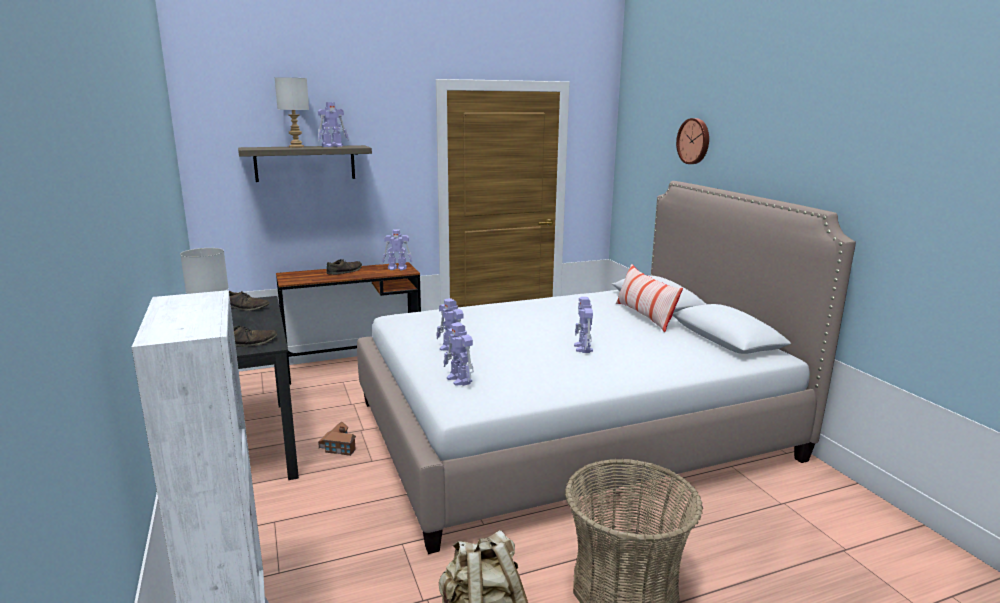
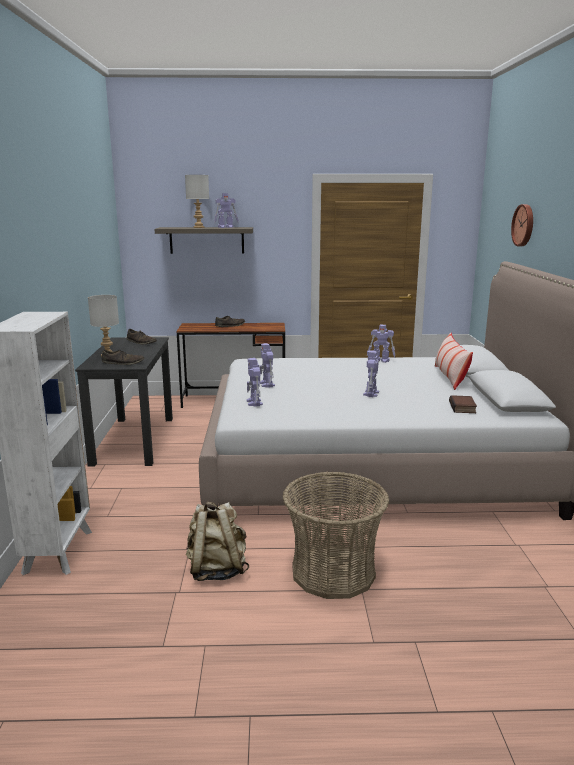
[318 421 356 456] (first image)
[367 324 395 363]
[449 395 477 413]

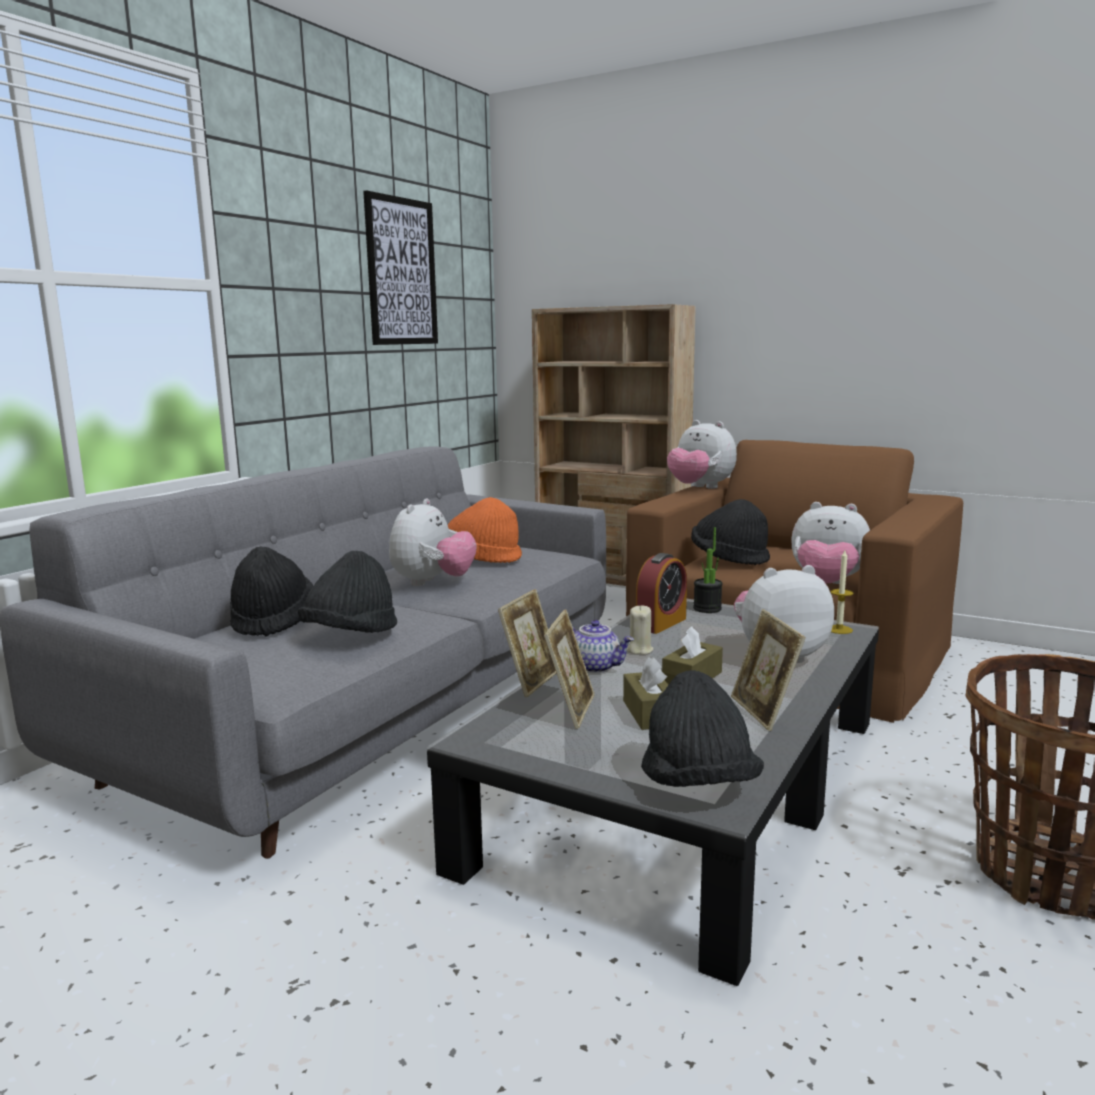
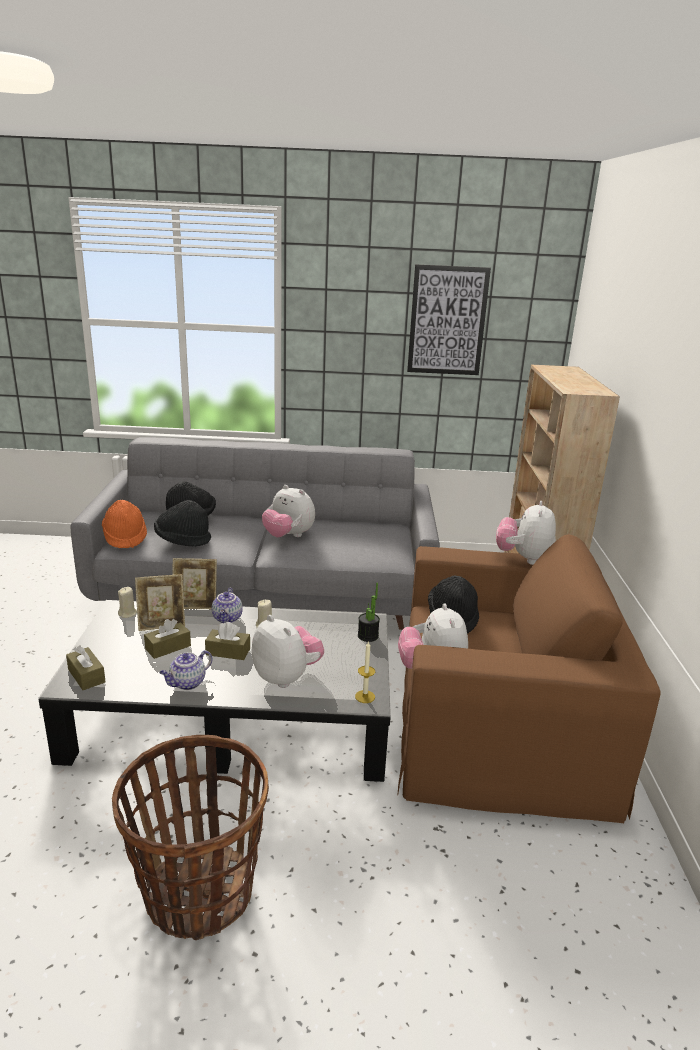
[262 485 315 537]
[102 500 147 548]
[636 553 687 634] (first image)
[66 645 106 690]
[160 650 213 690]
[118 587 137 618]

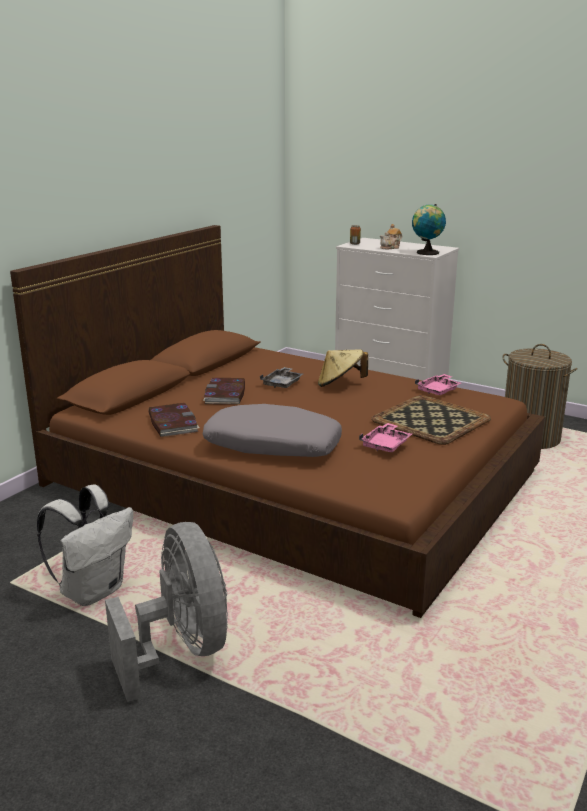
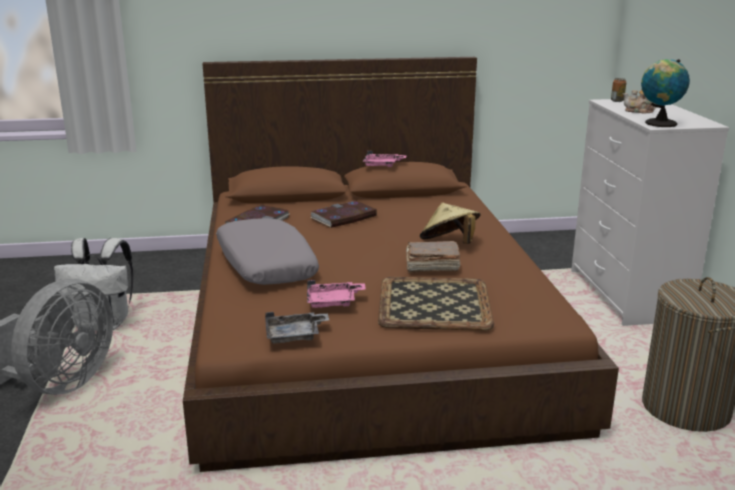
[265 312 329 343]
[363 151 407 167]
[406 241 460 273]

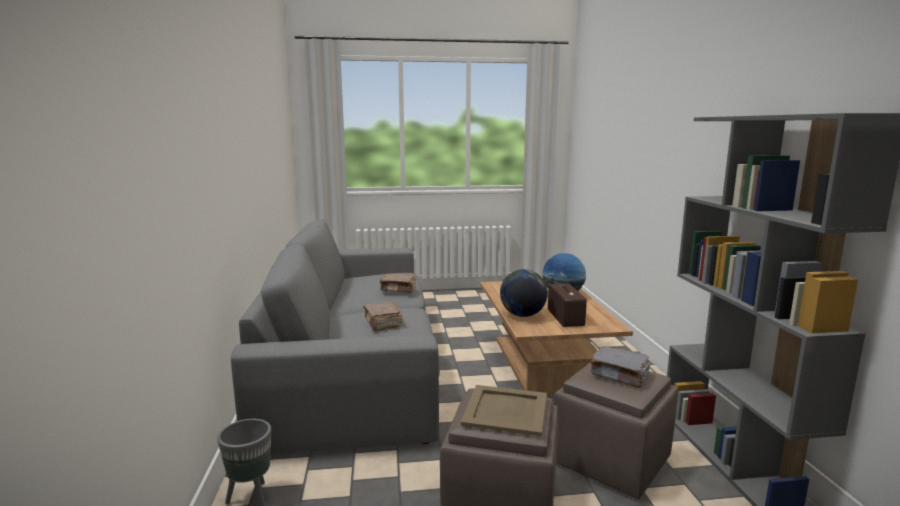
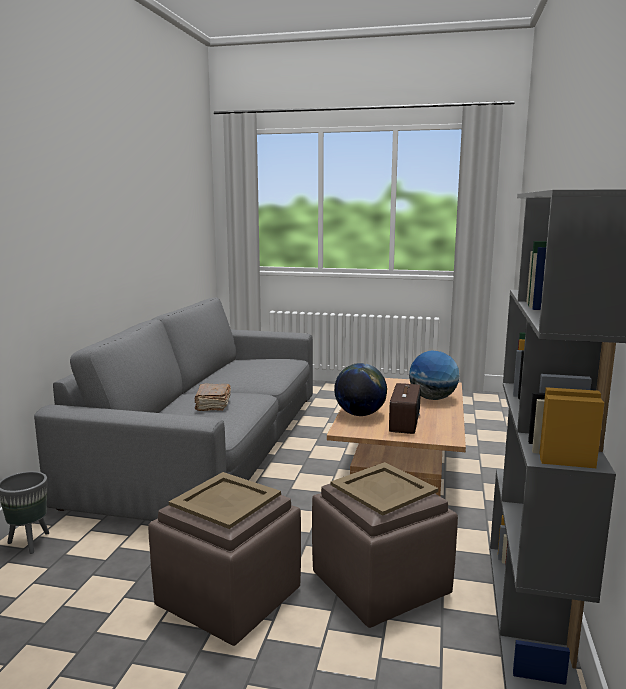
[380 273 416 293] (first image)
[330 462 438 516]

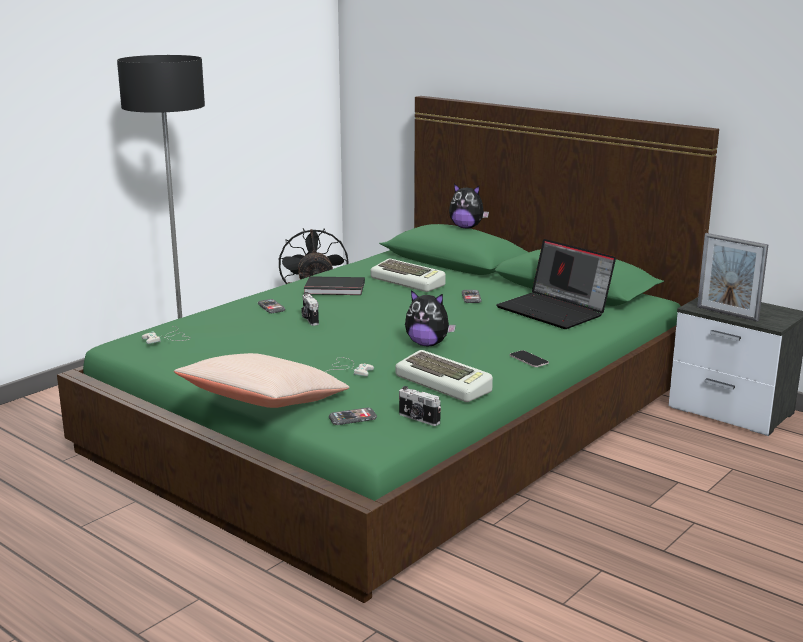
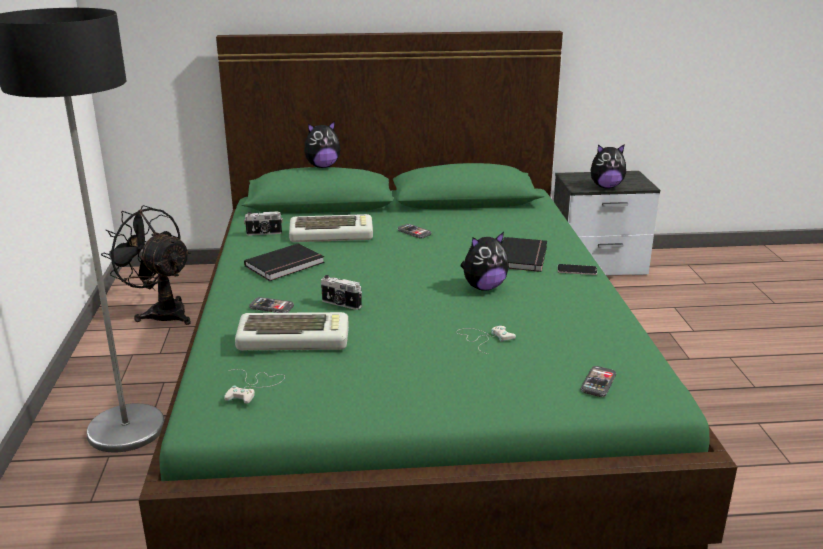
[174 353 349 408] (first image)
[235 312 349 350]
[244 211 283 236]
[496 239 616 329] (first image)
[591 144 626 188]
[502 237 547 272]

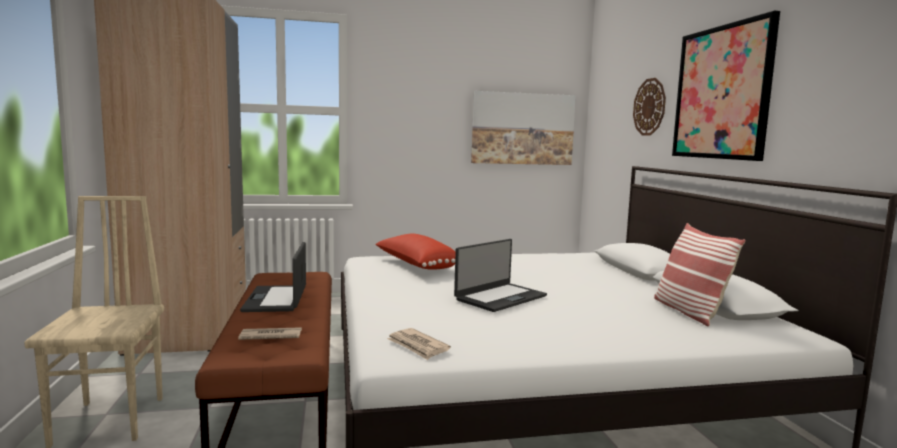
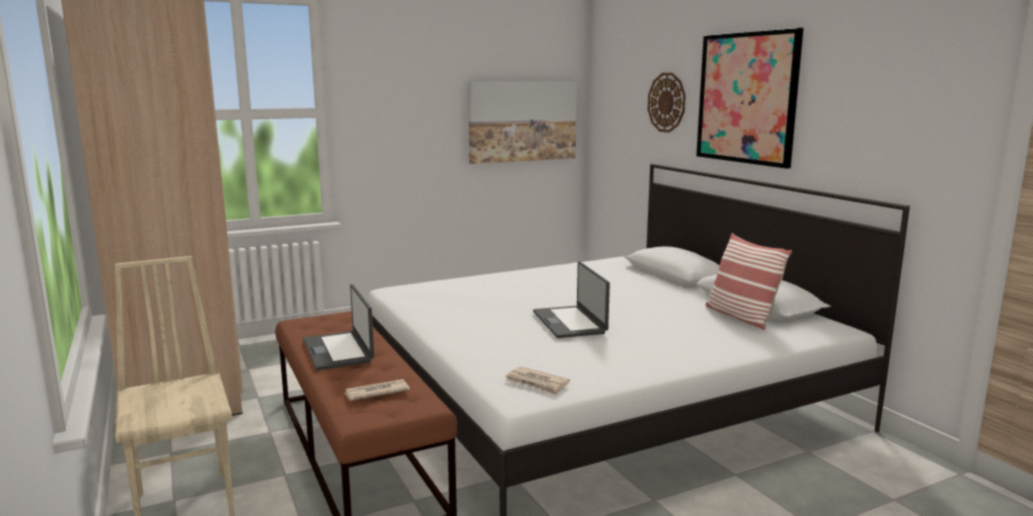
[375 234 455 270] (first image)
[533 261 610 338]

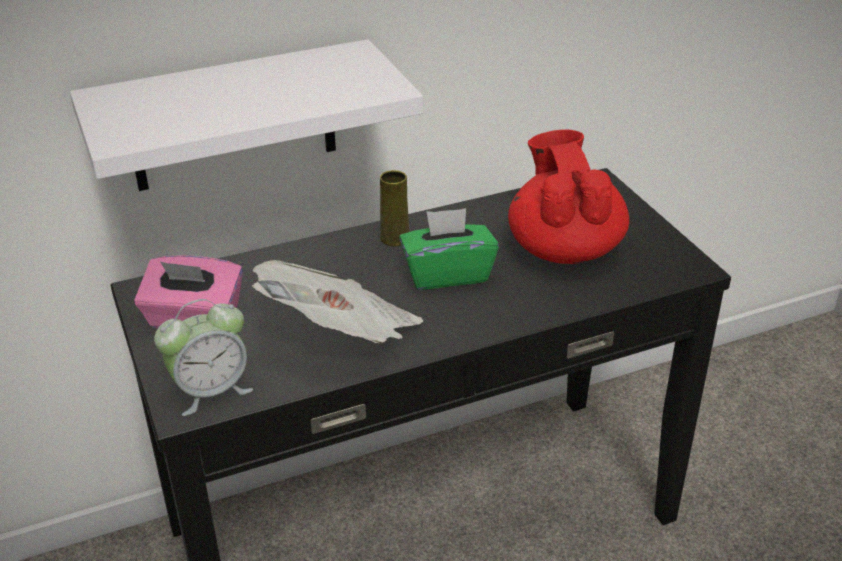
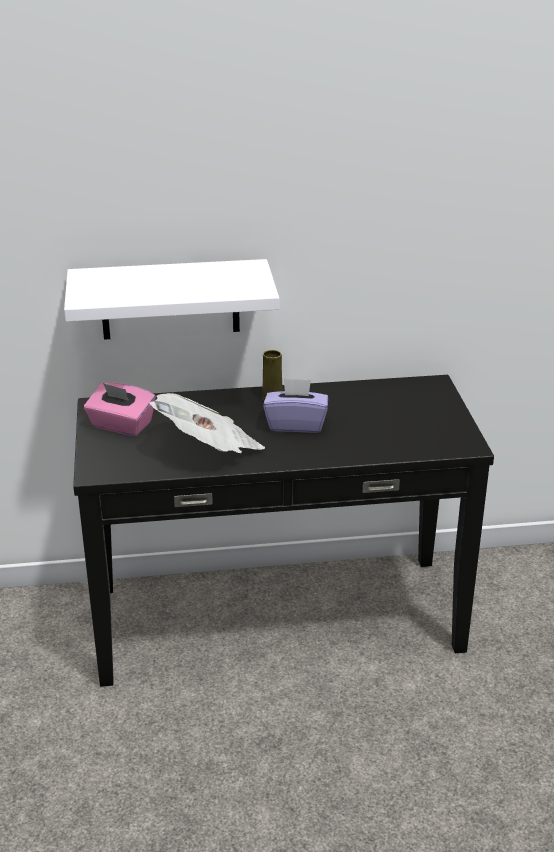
[154 299 253 416] (first image)
[263 378 328 433]
[508 129 629 264] (first image)

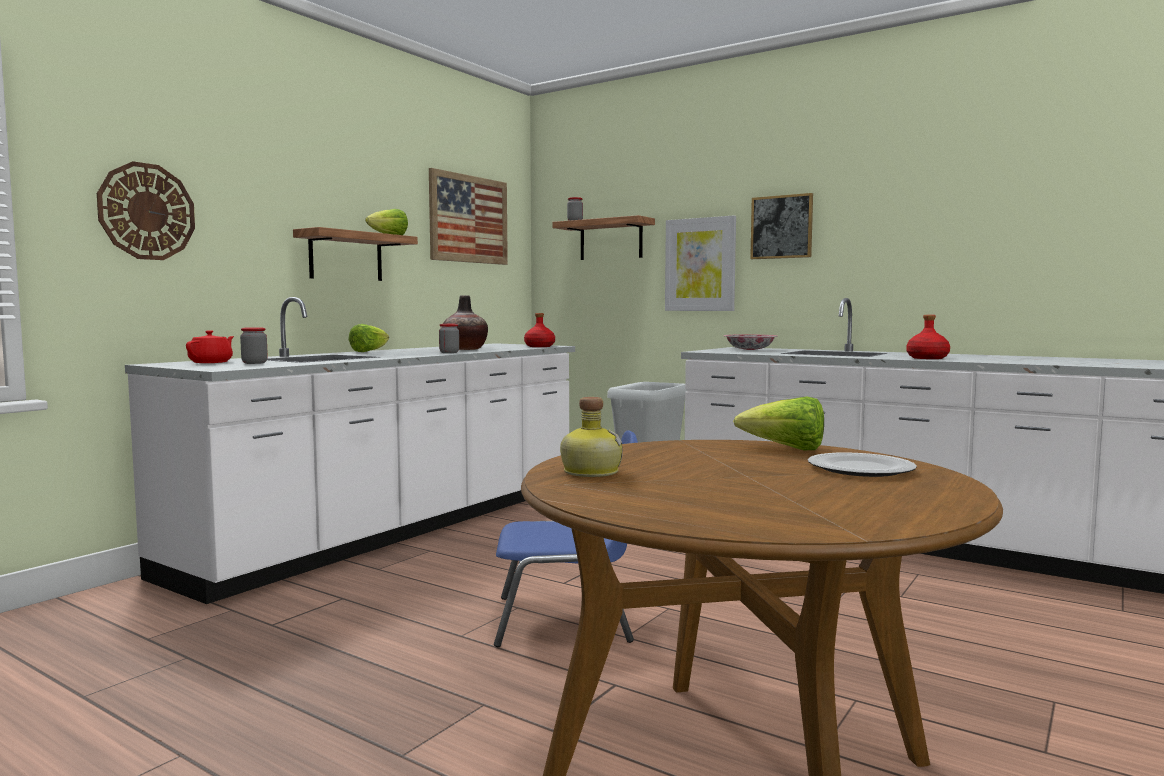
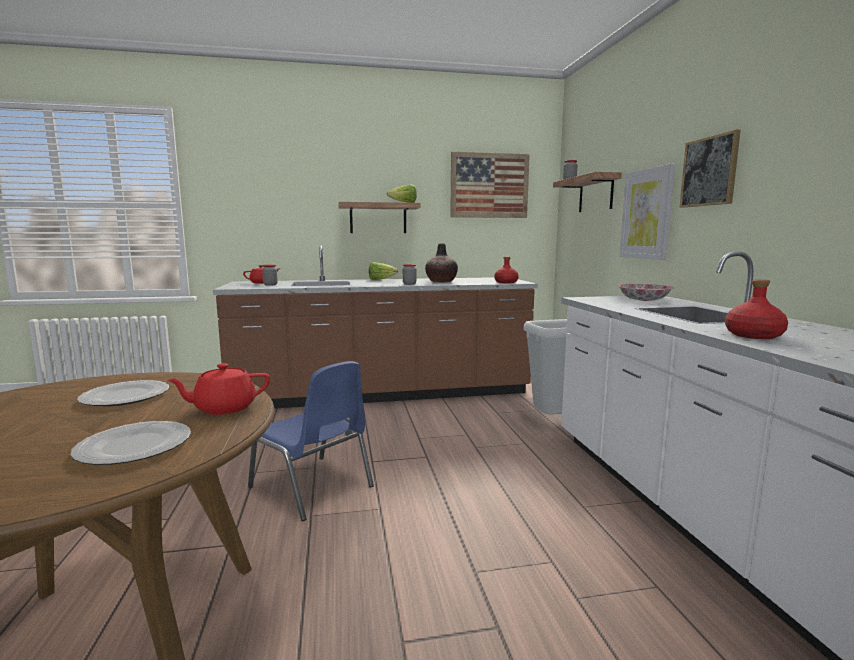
[97 161 195 260] (first image)
[213 246 538 409]
[560 397 623 477] (first image)
[166 363 270 415]
[77 380 169 406]

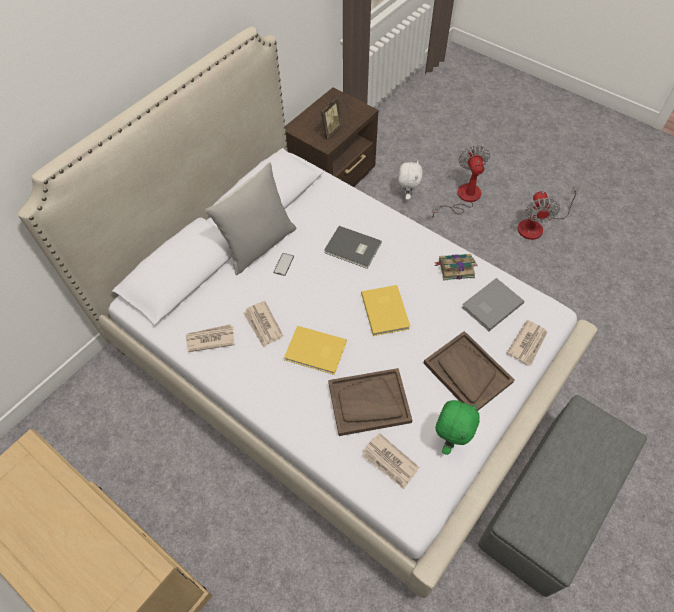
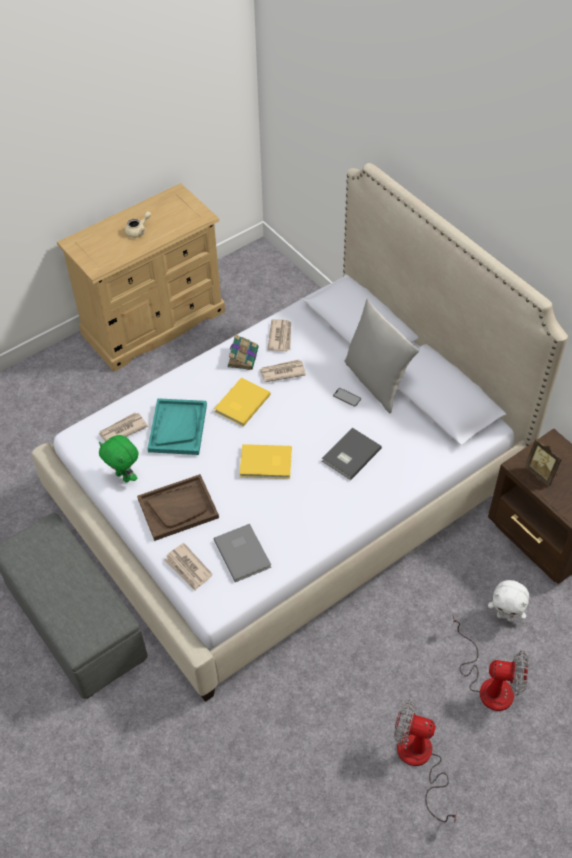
[147 398 207 455]
[228 334 259 370]
[125 211 151 238]

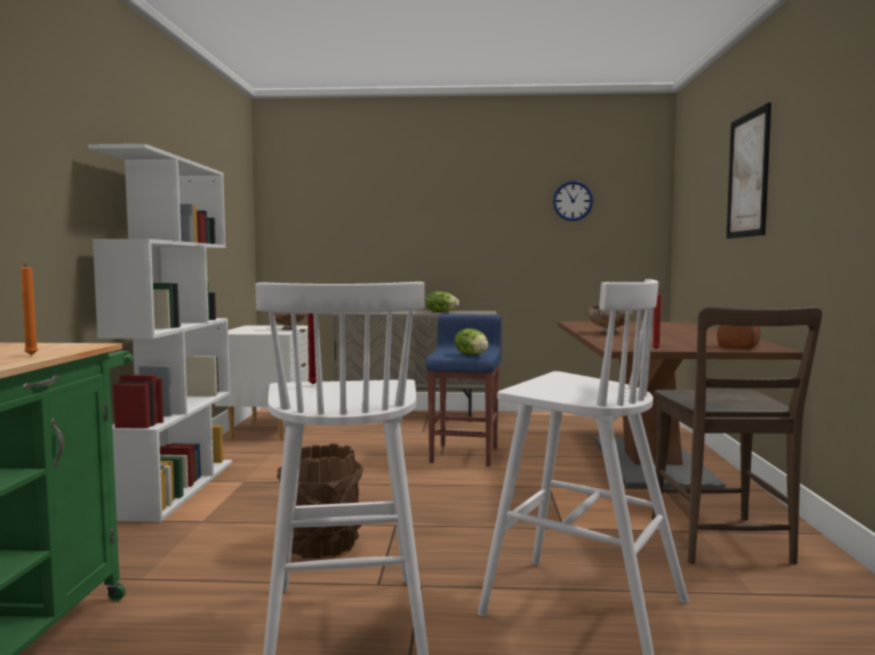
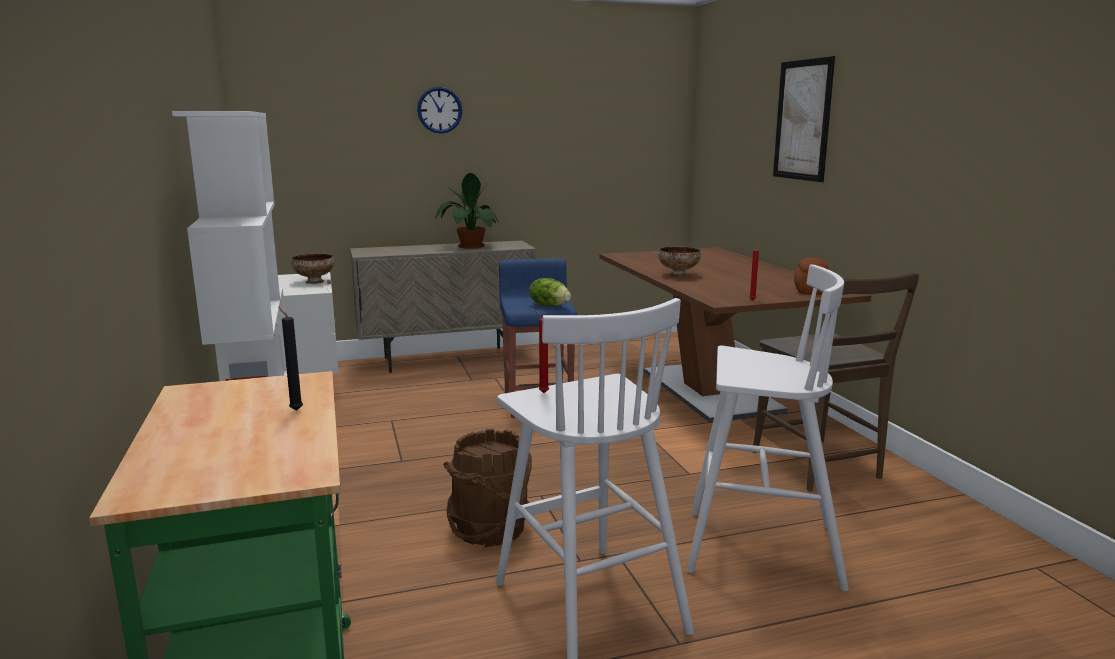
[278 306 303 411]
[435 173 499 249]
[417 87 462 134]

